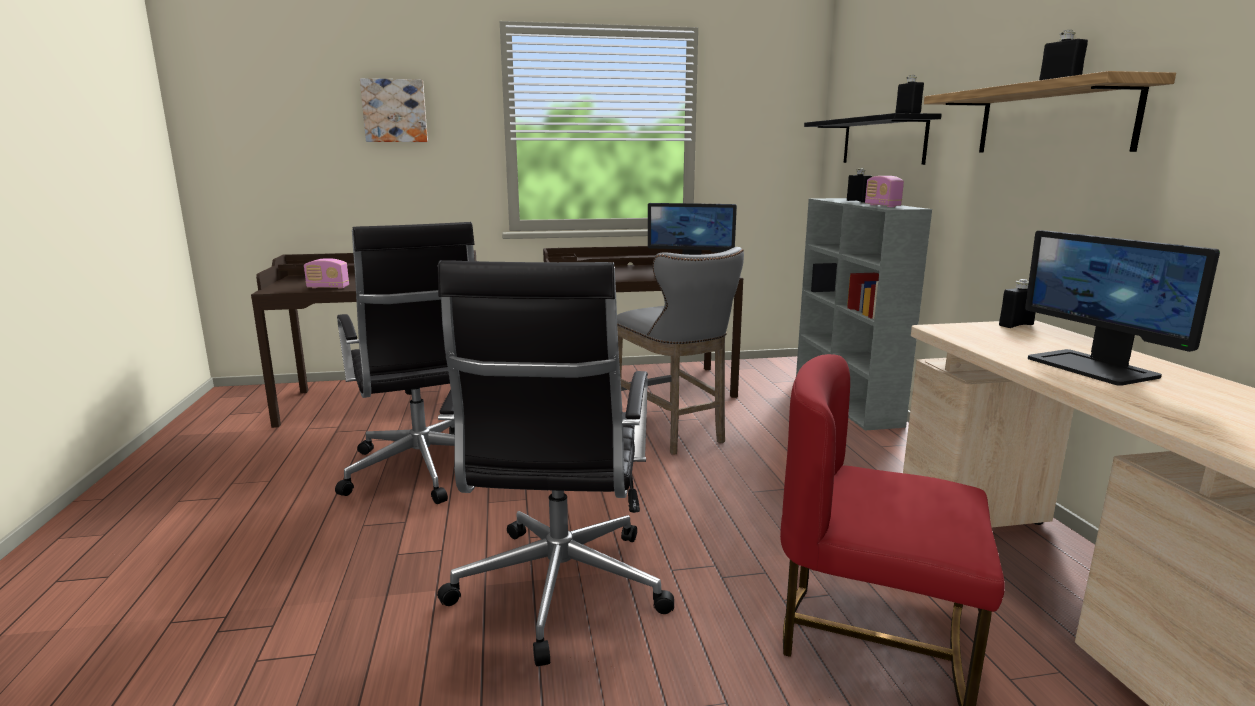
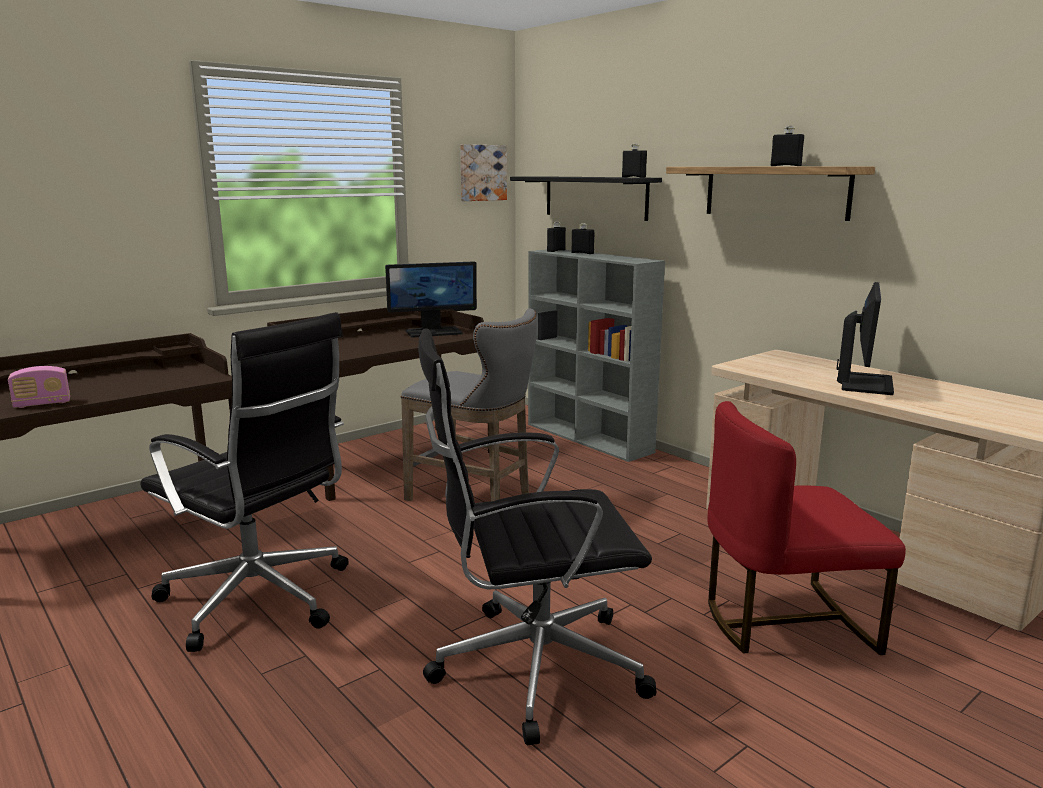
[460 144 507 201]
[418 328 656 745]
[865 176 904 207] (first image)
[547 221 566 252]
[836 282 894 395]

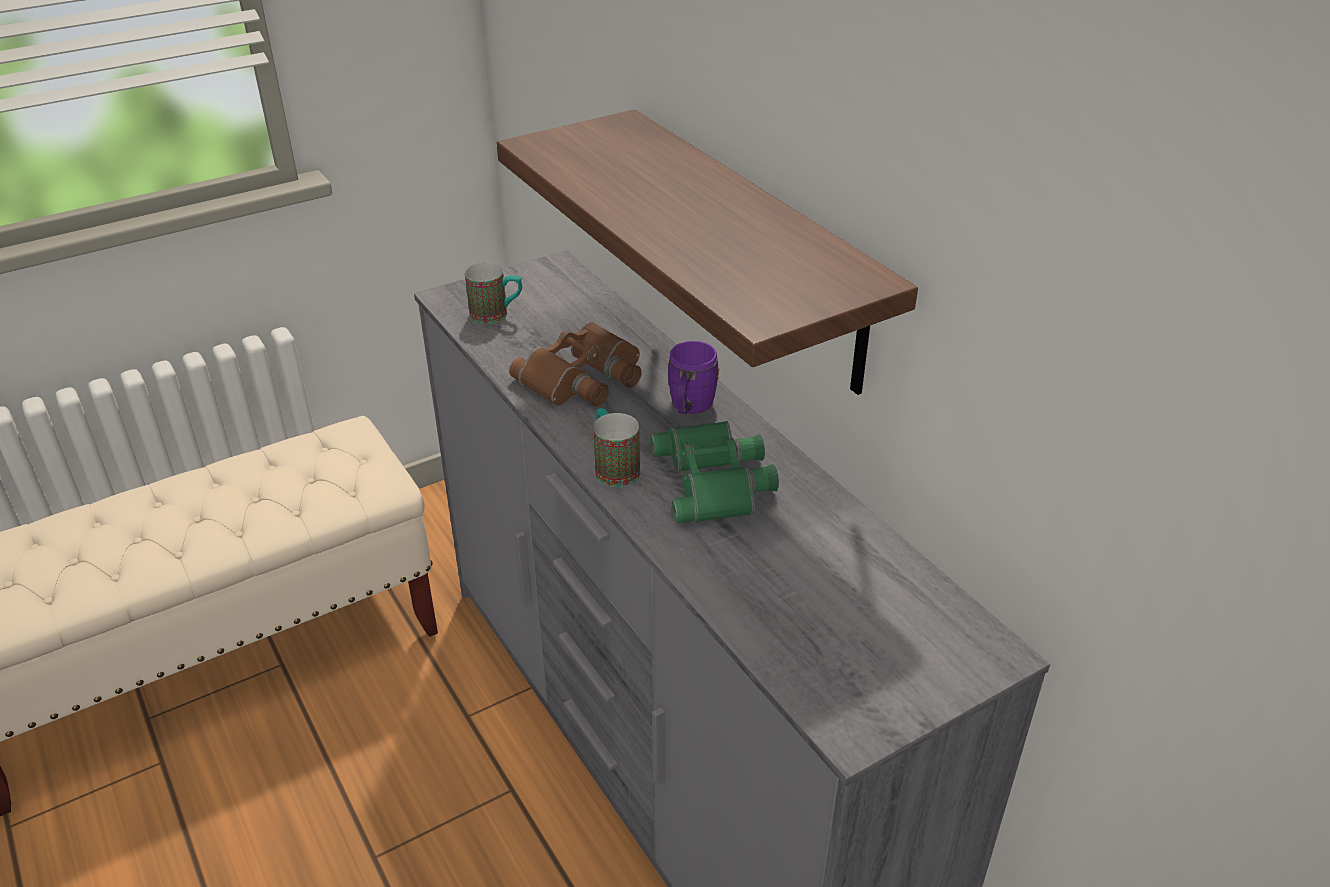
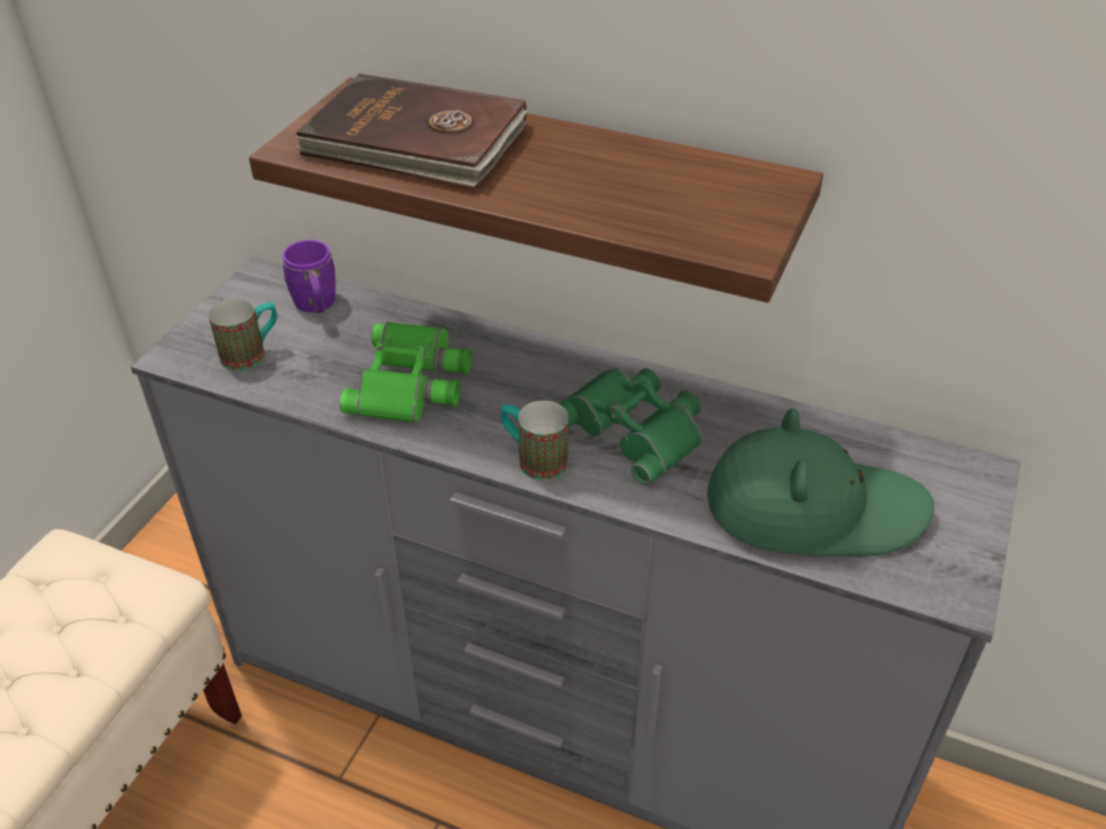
[339 322 472 423]
[283 240 336 313]
[295 74 528 187]
[707 409 934 557]

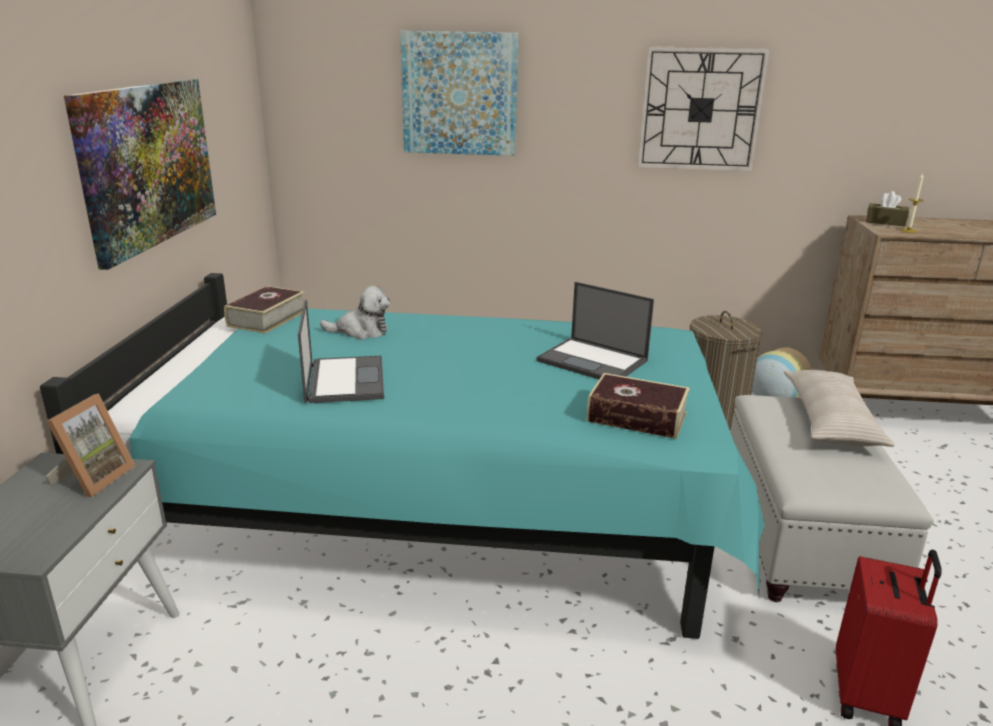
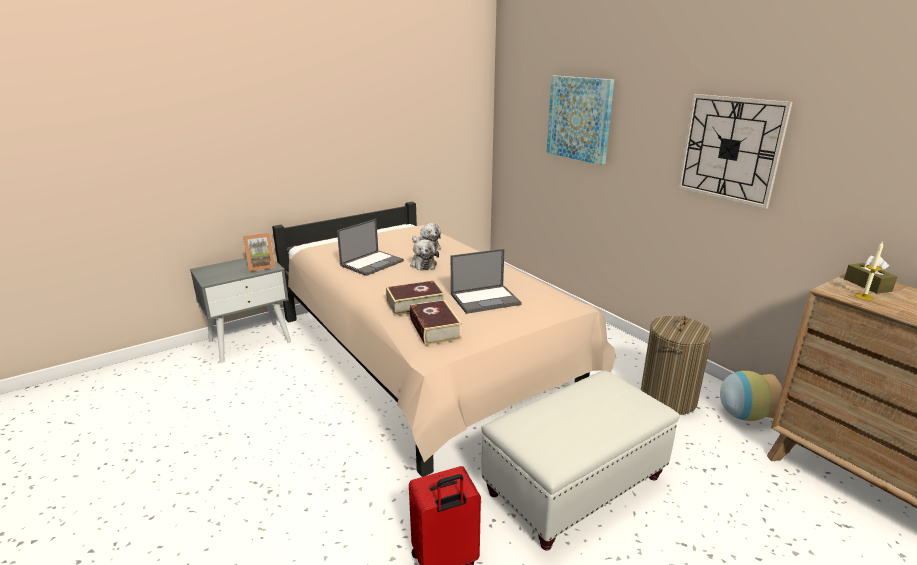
[272 202 616 477]
[64 79 216 270] (first image)
[386 281 445 316]
[451 249 521 314]
[784 370 895 447] (first image)
[410 240 439 271]

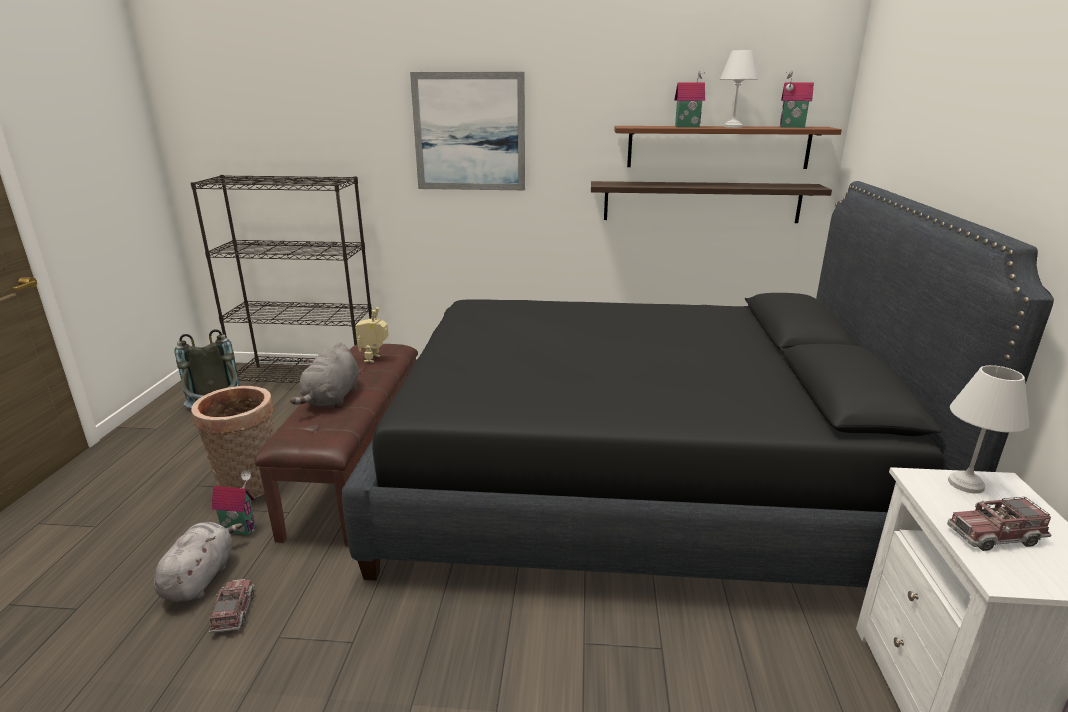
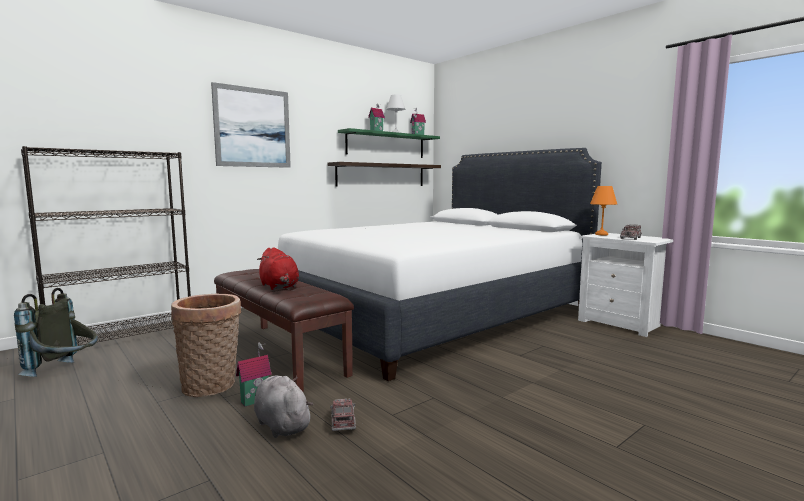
[330 399 356 431]
[257 247 299 290]
[278 148 602 381]
[355 307 389 363] (first image)
[338 128 440 158]
[590 186 617 235]

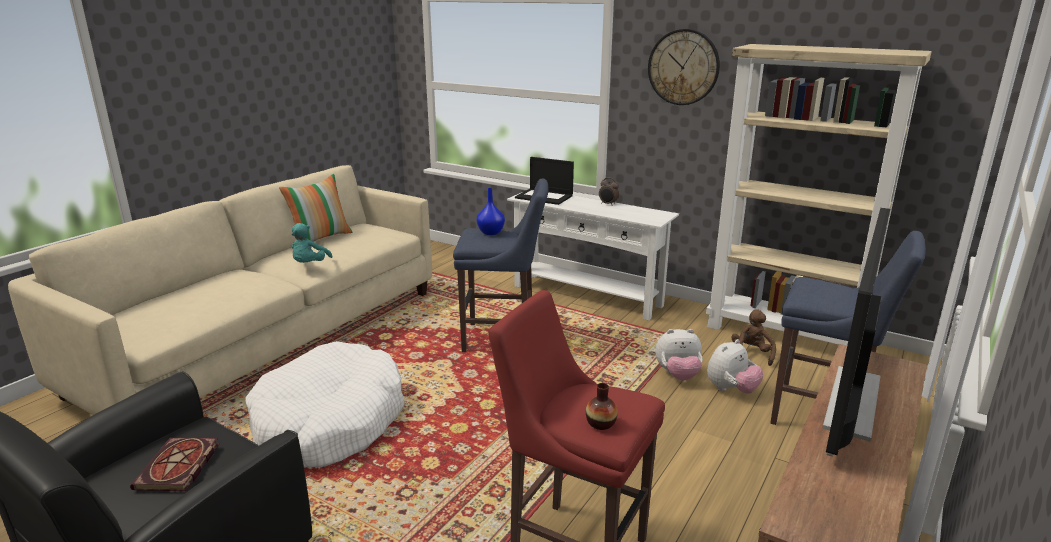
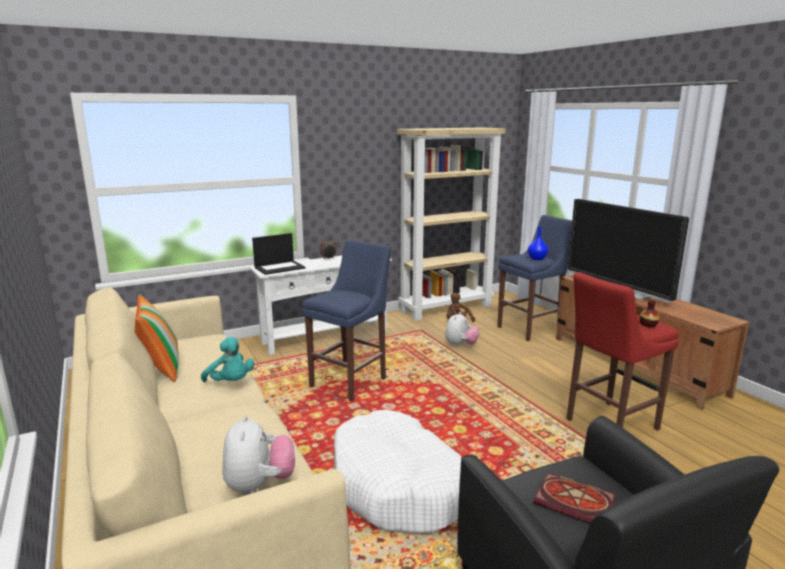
[528 227 548 260]
[648 29 720 105] (first image)
[222 415 295 495]

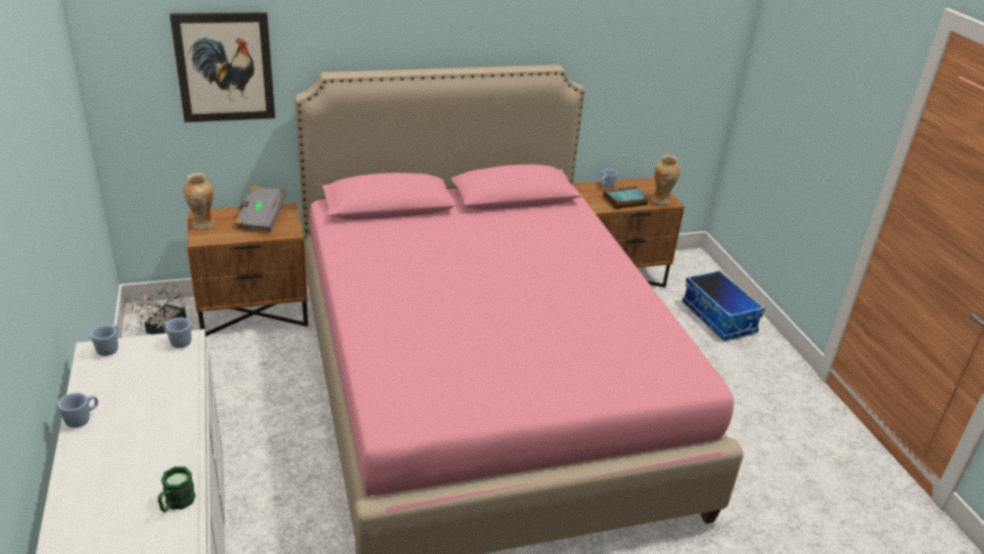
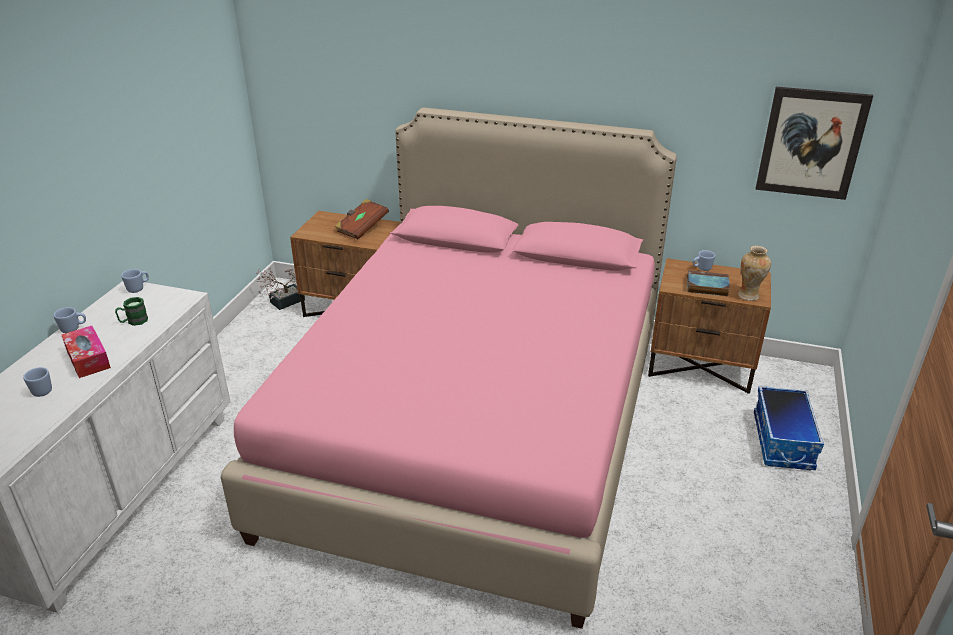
[115 297 148 326]
[23 367 52 397]
[756 87 873 200]
[183 173 214 229] (first image)
[335 199 389 239]
[61 326 111 378]

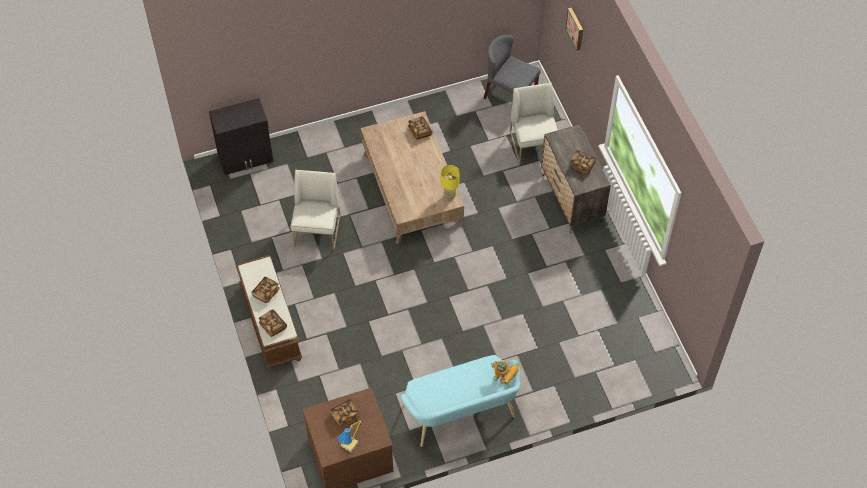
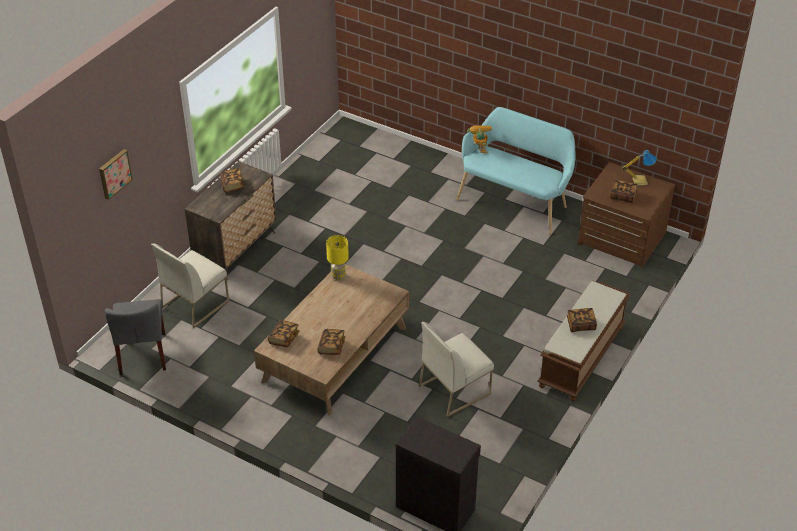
[317 329 345 355]

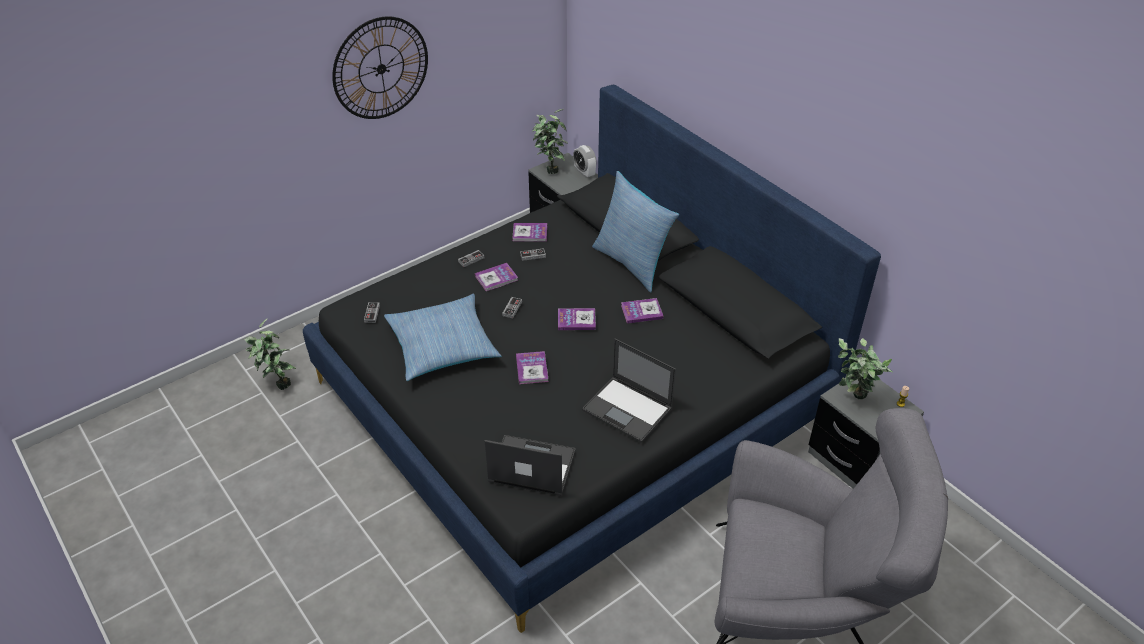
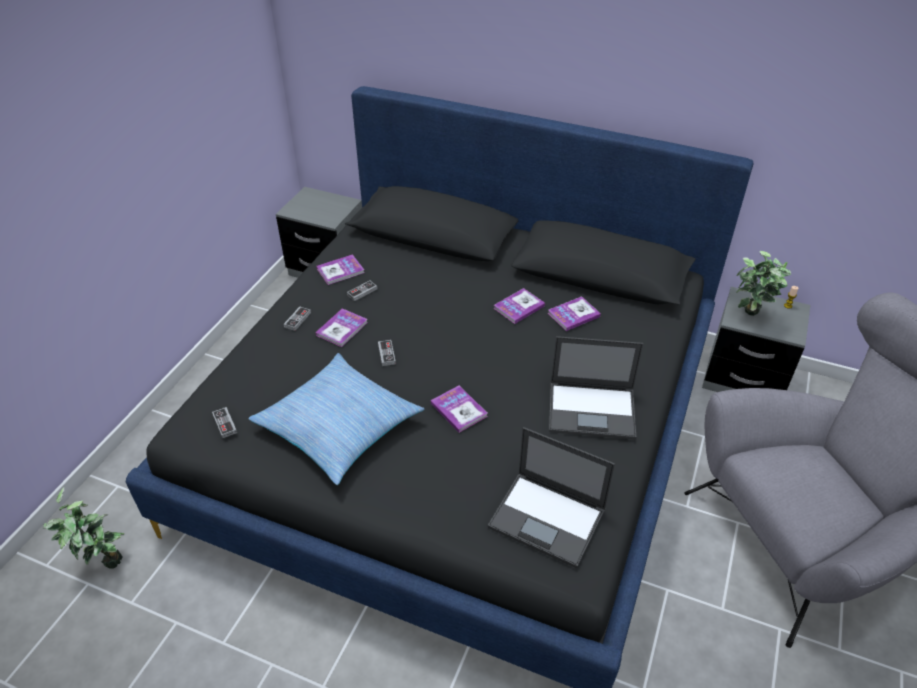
[332 16 428 119] (first image)
[488 427 615 568]
[532 109 568 174] (first image)
[548 296 601 331]
[573 145 597 178] (first image)
[592 171 679 292] (first image)

